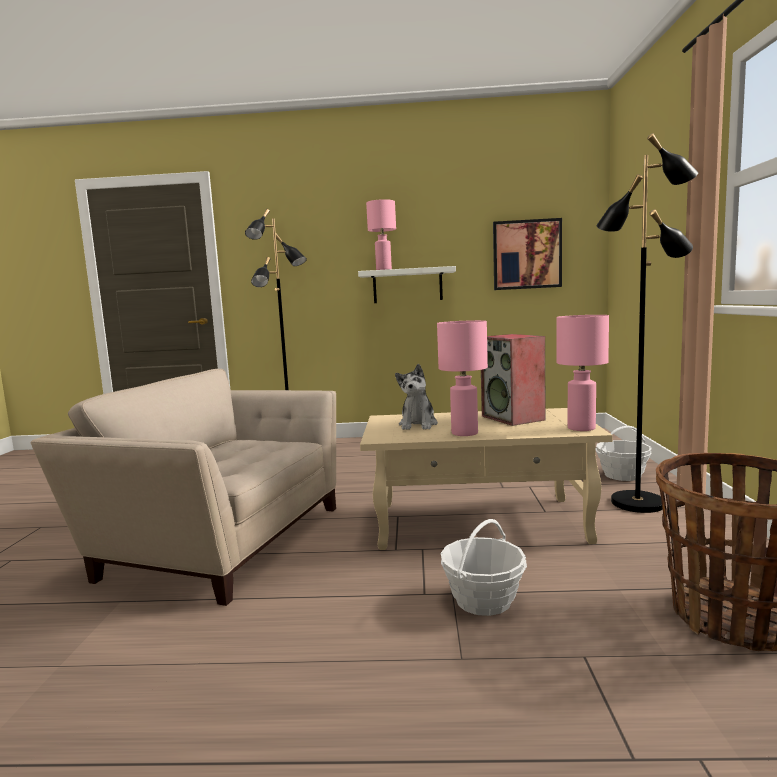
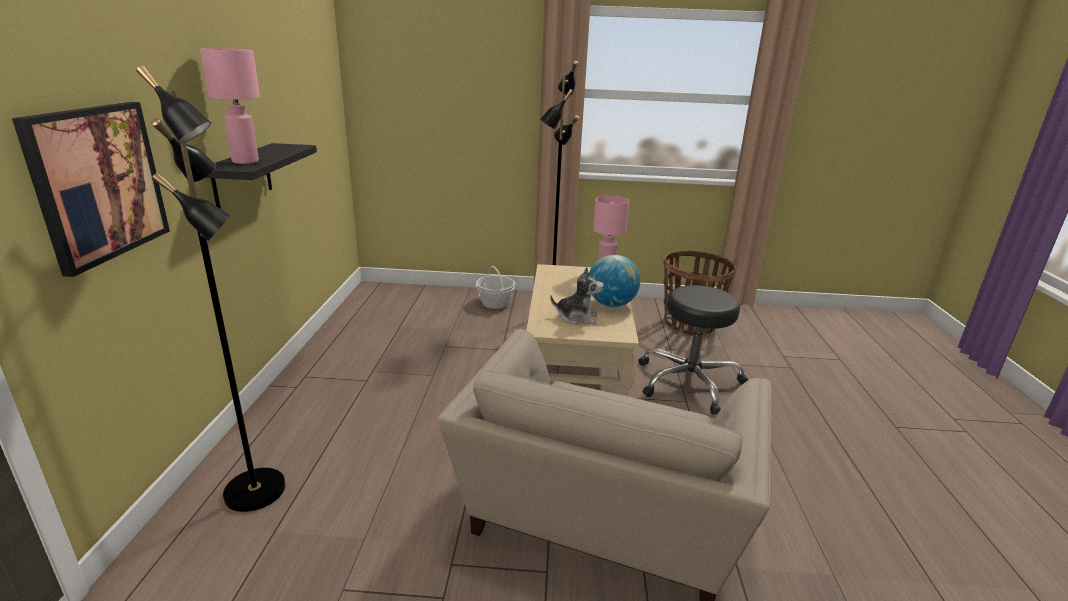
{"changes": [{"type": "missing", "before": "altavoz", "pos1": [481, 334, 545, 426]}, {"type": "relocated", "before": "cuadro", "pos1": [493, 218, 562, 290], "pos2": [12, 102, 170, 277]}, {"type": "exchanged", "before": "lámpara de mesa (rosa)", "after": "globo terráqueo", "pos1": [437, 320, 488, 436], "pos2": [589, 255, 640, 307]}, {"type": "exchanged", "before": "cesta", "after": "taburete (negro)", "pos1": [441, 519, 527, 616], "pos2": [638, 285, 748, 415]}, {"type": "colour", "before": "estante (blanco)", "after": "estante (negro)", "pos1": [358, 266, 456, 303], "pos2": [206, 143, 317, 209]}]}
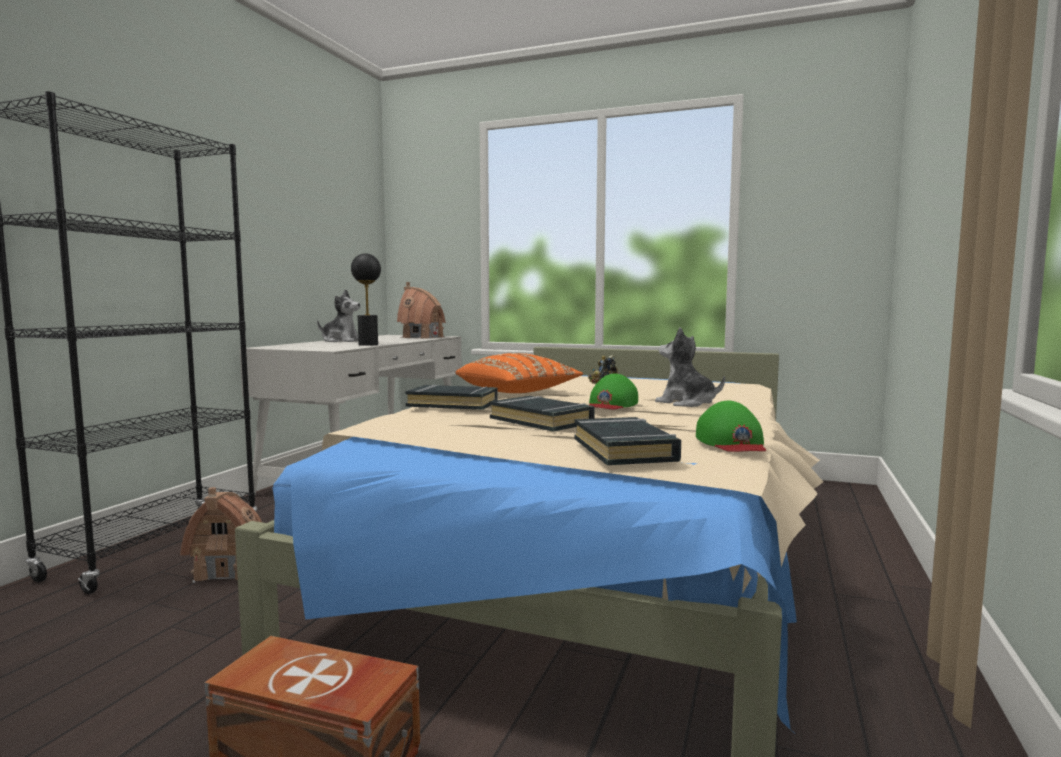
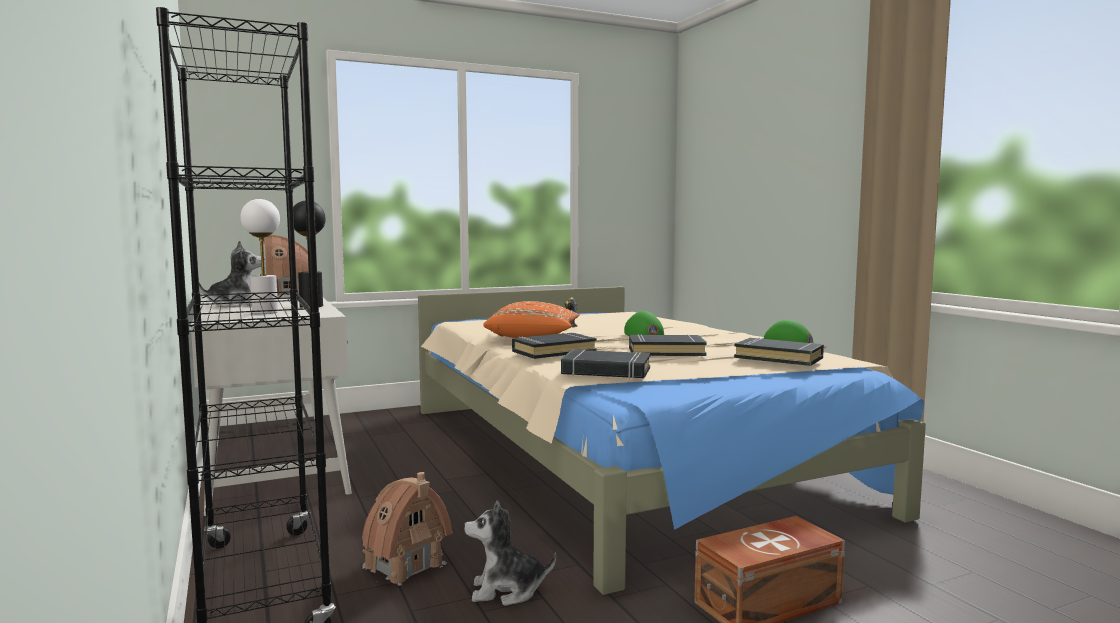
{"changes": [{"type": "appeared", "after": "lámpara de mesa (blanco)", "pos2": [240, 199, 280, 314]}, {"type": "appeared", "after": "libro (negro)", "pos2": [561, 350, 651, 379]}, {"type": "relocated", "before": "peluche", "pos1": [655, 327, 725, 407], "pos2": [464, 500, 556, 606]}]}
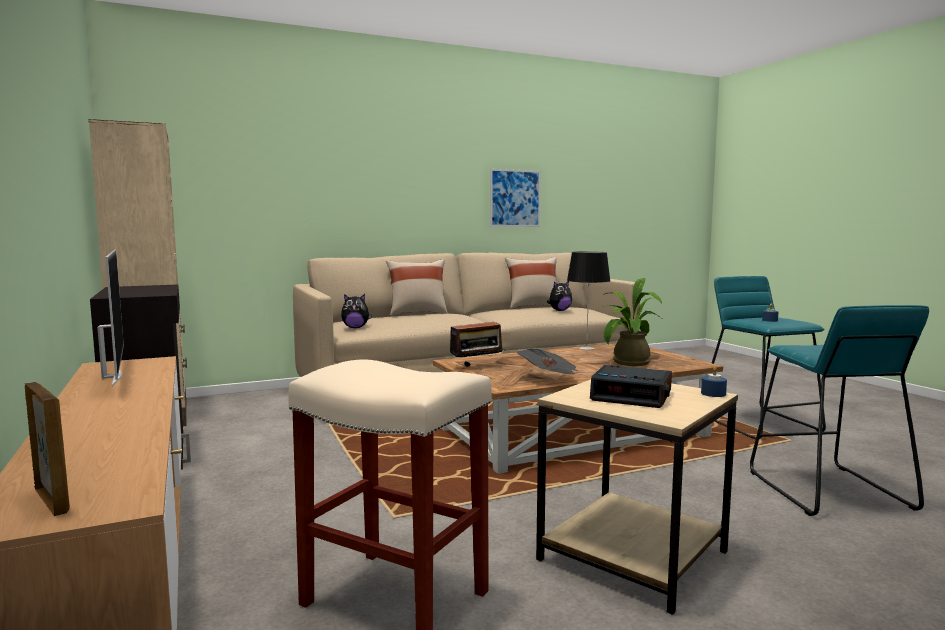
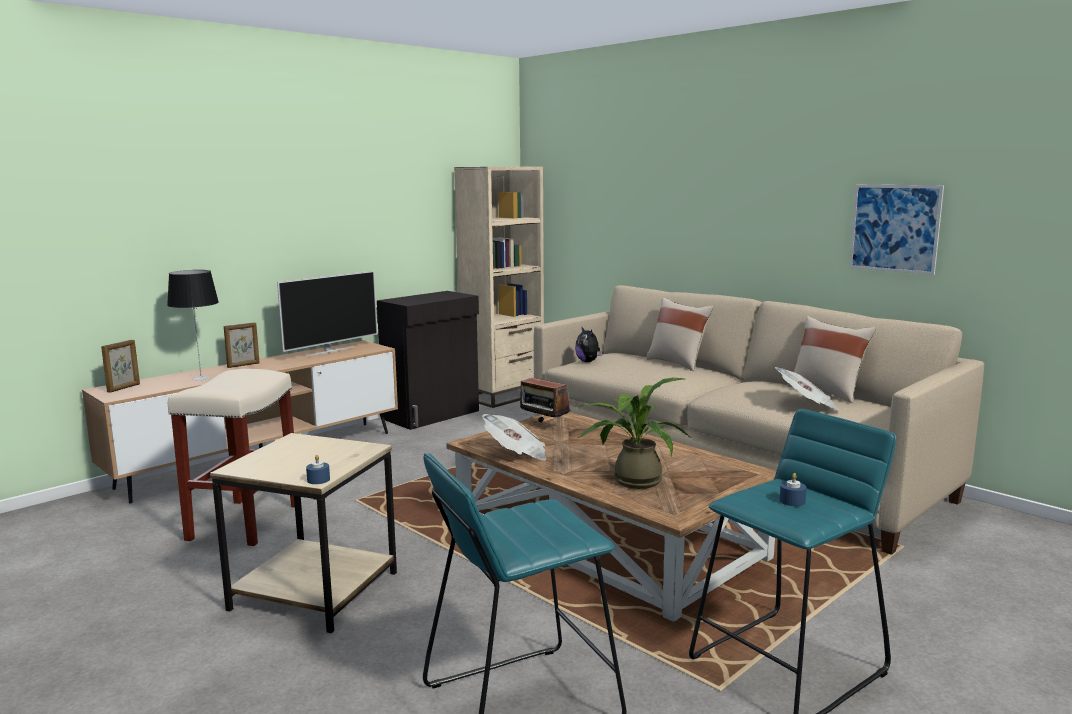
{"changes": [{"type": "missing", "before": "despertador", "pos1": [590, 365, 672, 408]}, {"type": "appeared", "after": "portarretratos", "pos2": [224, 322, 260, 368]}, {"type": "relocated", "before": "lámpara de mesa", "pos1": [567, 251, 610, 350], "pos2": [167, 270, 219, 380]}, {"type": "exchanged", "before": "peluche", "after": "periódico", "pos1": [547, 281, 572, 311], "pos2": [775, 367, 840, 411]}]}
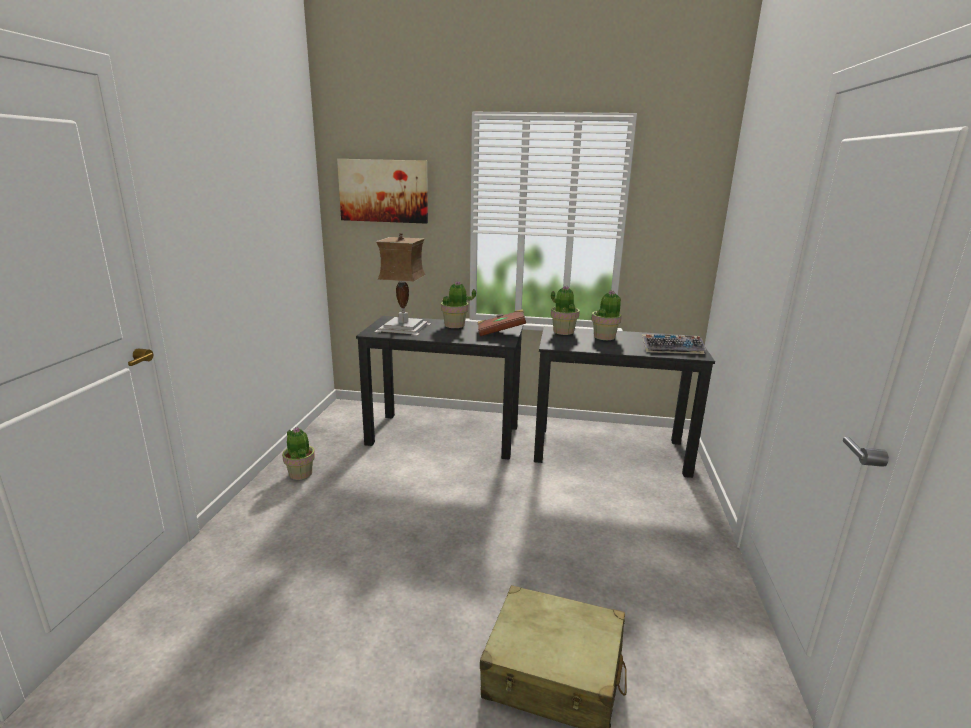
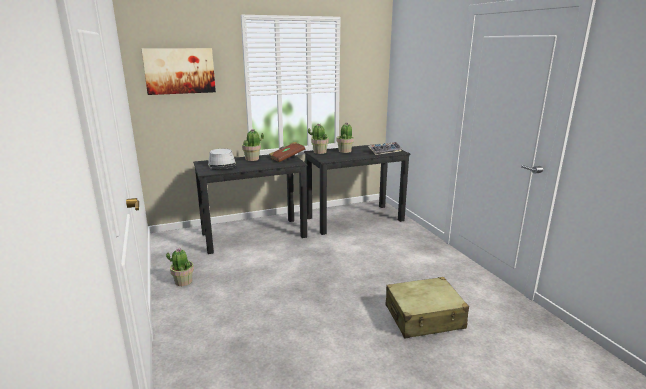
{"changes": [{"type": "exchanged", "before": "lámpara de mesa", "after": "sombrero (gris)", "pos1": [374, 233, 431, 336], "pos2": [208, 149, 236, 169]}]}
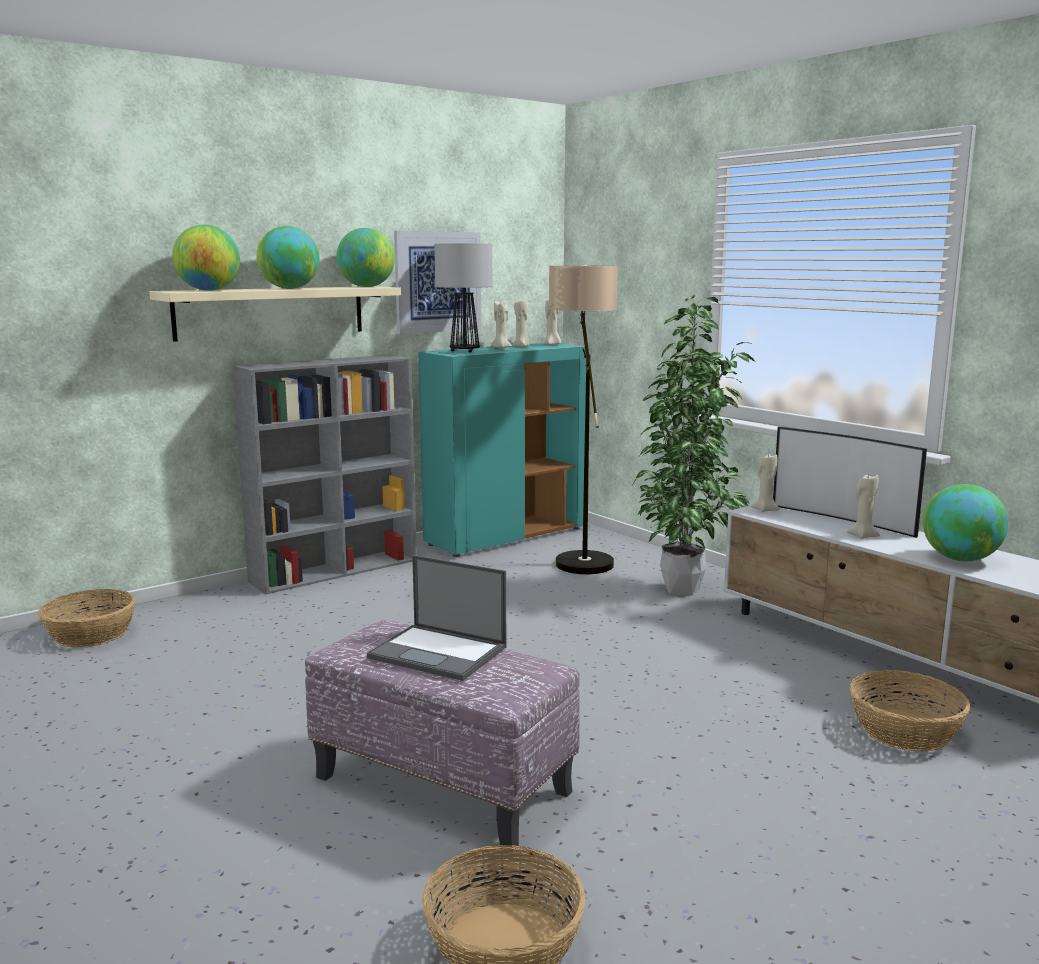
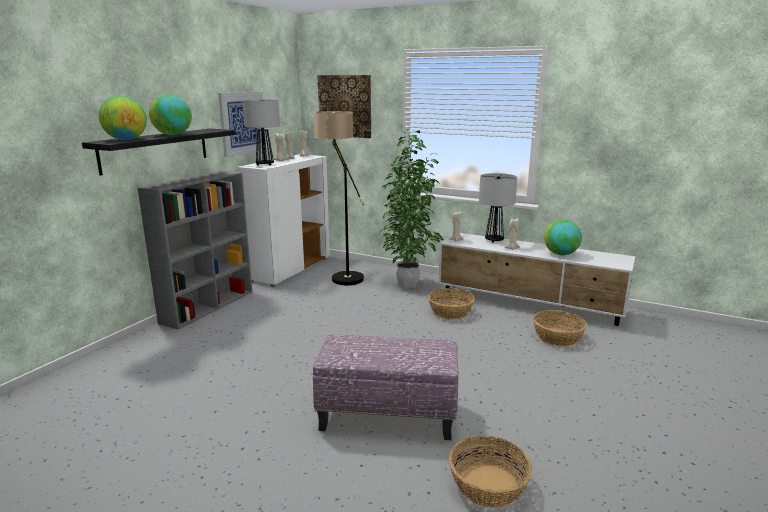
{"changes": [{"type": "missing", "before": "globo terráqueo", "pos1": [336, 228, 395, 287]}, {"type": "missing", "before": "portátil", "pos1": [367, 555, 506, 681]}, {"type": "appeared", "after": "cuadro", "pos2": [317, 75, 371, 138]}, {"type": "relocated", "before": "cesta", "pos1": [38, 589, 136, 648], "pos2": [428, 288, 475, 320]}, {"type": "exchanged", "before": "televisor", "after": "lámpara de mesa", "pos1": [773, 427, 927, 538], "pos2": [479, 173, 517, 243]}, {"type": "colour", "before": "estante (beis)", "after": "estante (negro)", "pos1": [149, 286, 401, 342], "pos2": [82, 129, 236, 176]}, {"type": "colour", "before": "armario (turquesa)", "after": "armario (blanco)", "pos1": [418, 343, 589, 557], "pos2": [237, 154, 330, 286]}]}
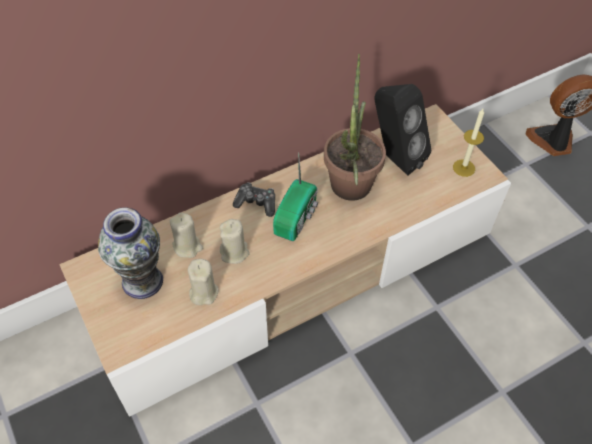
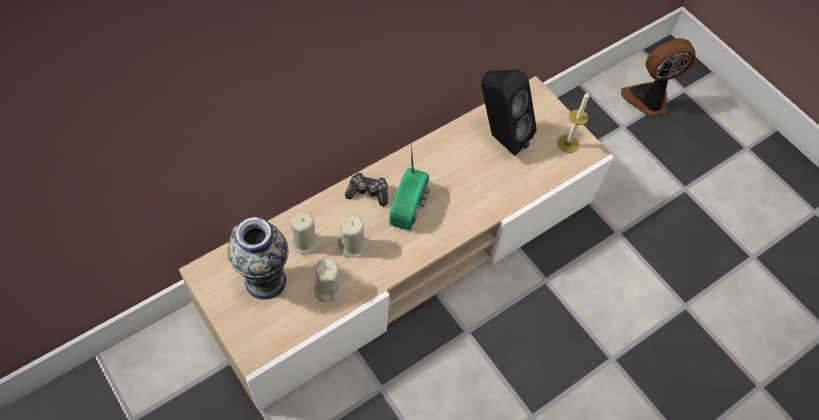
{"changes": [{"type": "missing", "before": "planta en maceta", "pos1": [324, 54, 386, 201]}]}
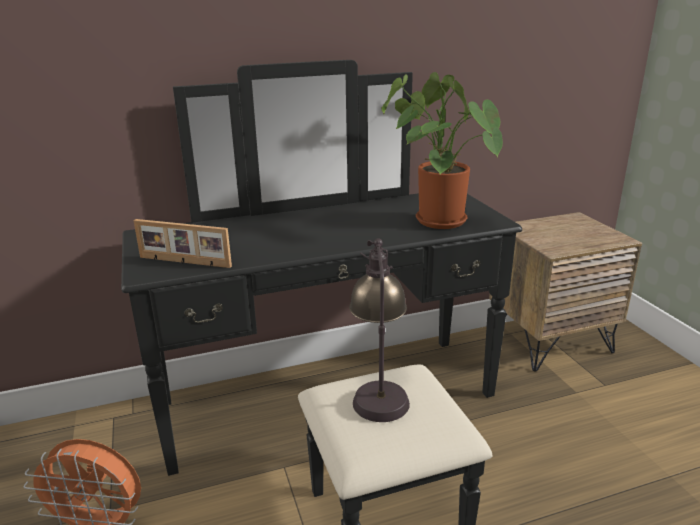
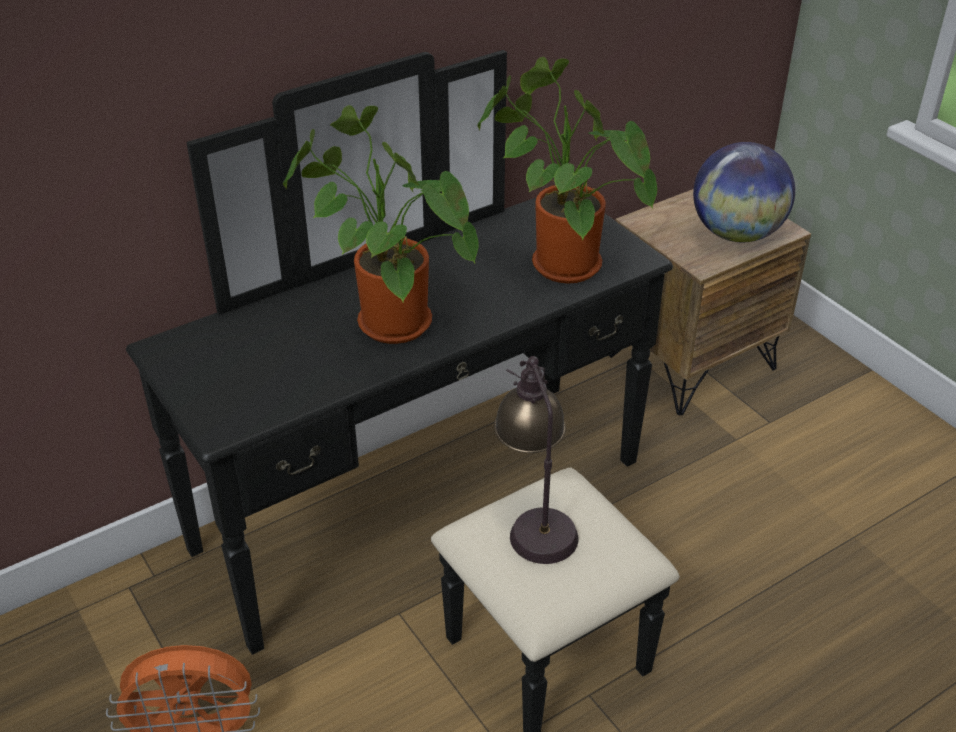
{"changes": [{"type": "missing", "before": "portarretratos", "pos1": [133, 219, 232, 268]}, {"type": "appeared", "after": "planta en maceta", "pos2": [283, 105, 479, 344]}, {"type": "appeared", "after": "globo terráqueo", "pos2": [693, 142, 795, 242]}]}
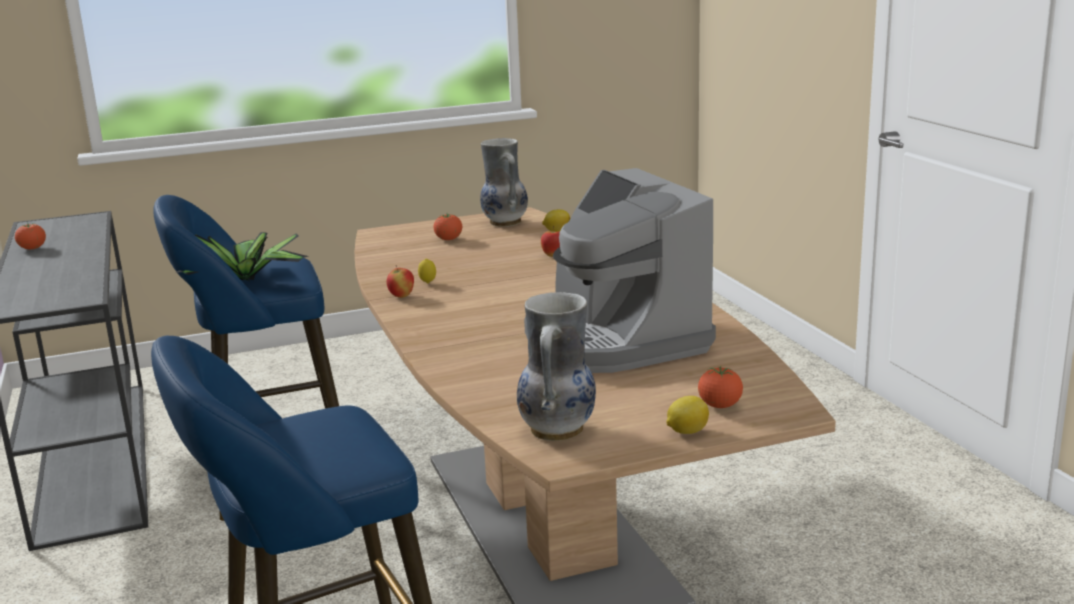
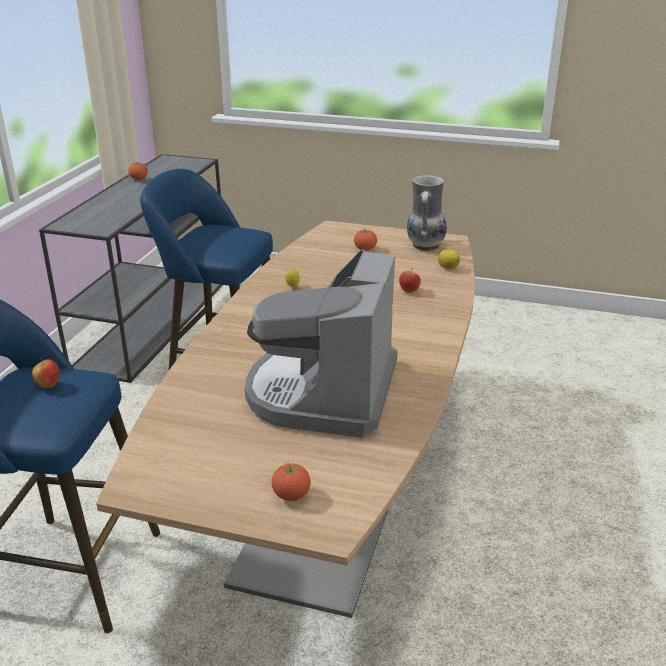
{"changes": [{"type": "missing", "before": "planta en maceta", "pos1": [175, 232, 309, 282]}, {"type": "missing", "before": "florero", "pos1": [517, 292, 596, 441]}, {"type": "missing", "before": "limón", "pos1": [666, 396, 709, 434]}, {"type": "relocated", "before": "manzana", "pos1": [387, 265, 414, 298], "pos2": [32, 358, 60, 388]}]}
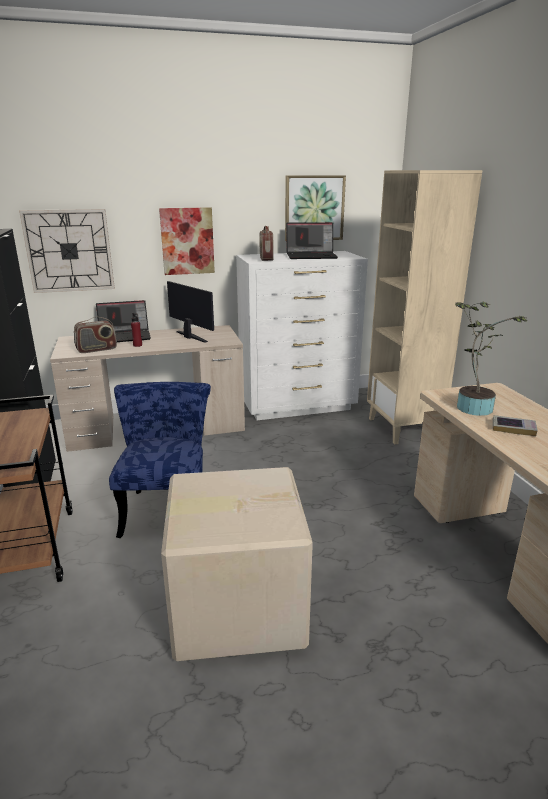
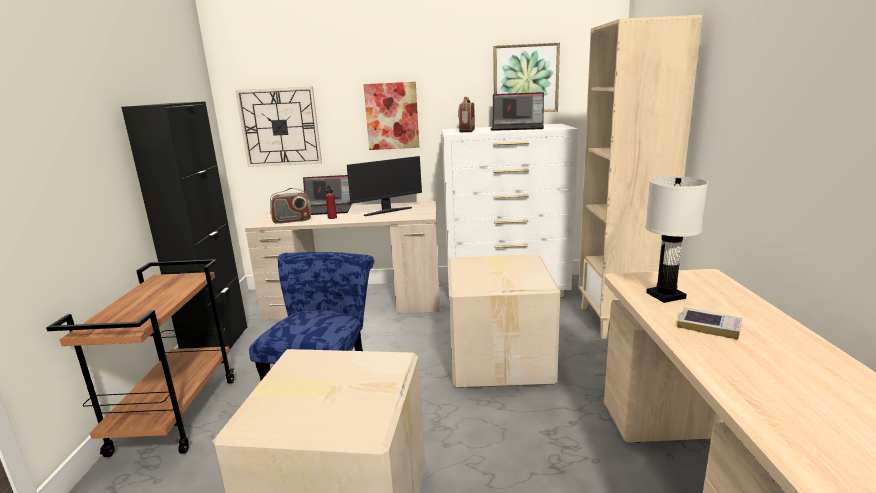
{"changes": [{"type": "appeared", "after": "caja de cartón", "pos2": [448, 254, 560, 388]}, {"type": "exchanged", "before": "planta en maceta", "after": "lámpara de mesa (blanco)", "pos1": [455, 301, 527, 416], "pos2": [645, 176, 708, 303]}, {"type": "spun", "before": "monitor", "pos1": [167, 281, 214, 343], "pos2": [347, 156, 422, 216], "turn": 90}]}
